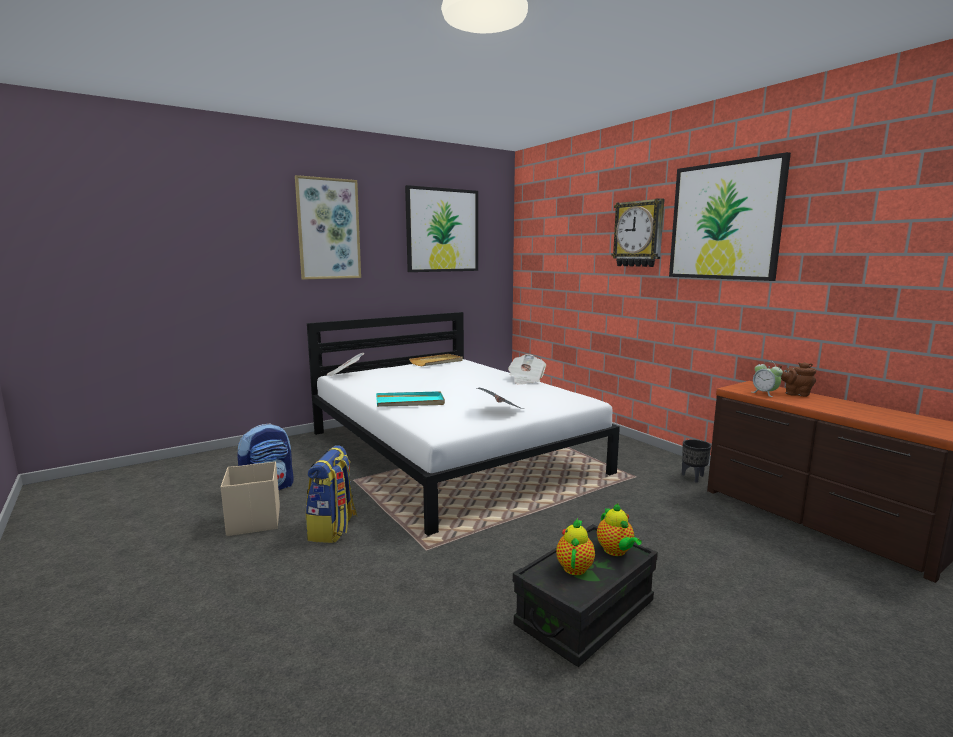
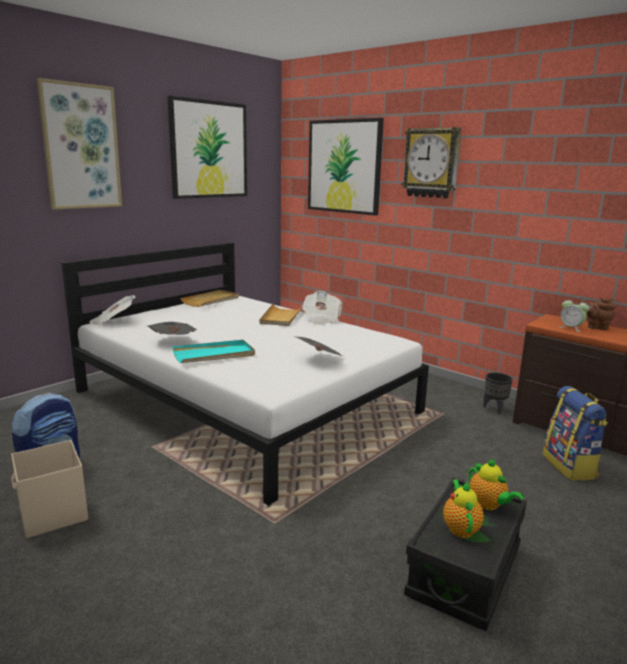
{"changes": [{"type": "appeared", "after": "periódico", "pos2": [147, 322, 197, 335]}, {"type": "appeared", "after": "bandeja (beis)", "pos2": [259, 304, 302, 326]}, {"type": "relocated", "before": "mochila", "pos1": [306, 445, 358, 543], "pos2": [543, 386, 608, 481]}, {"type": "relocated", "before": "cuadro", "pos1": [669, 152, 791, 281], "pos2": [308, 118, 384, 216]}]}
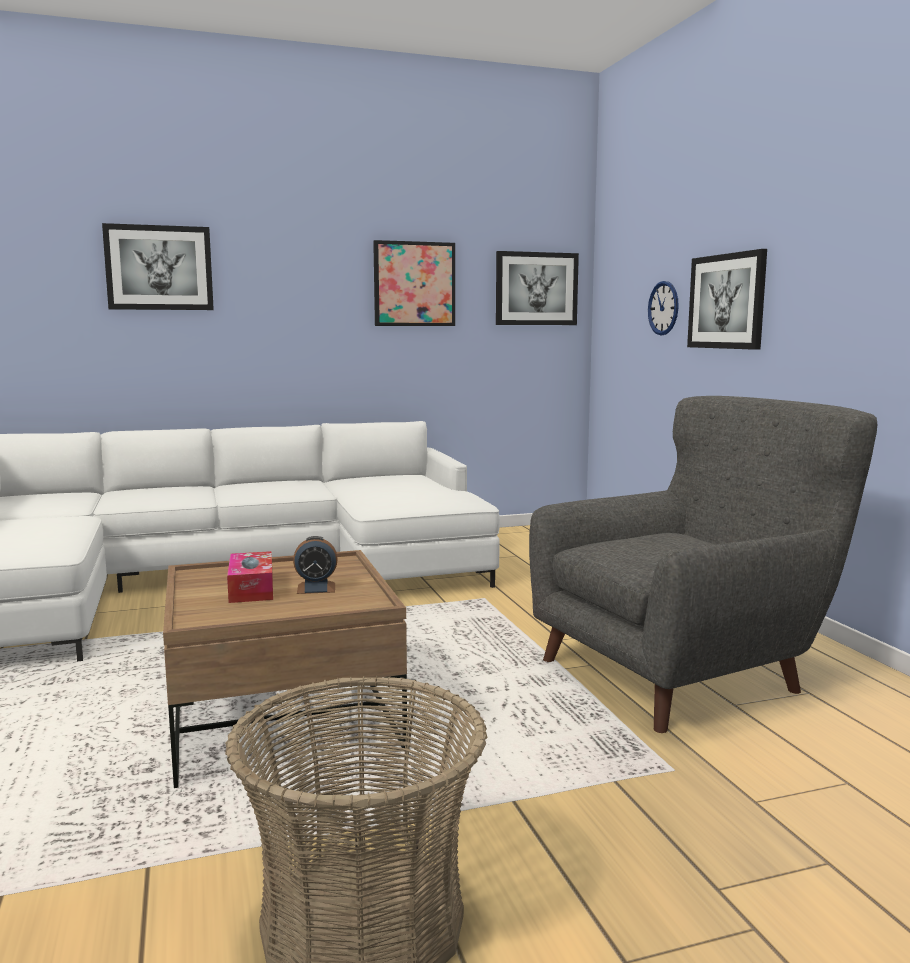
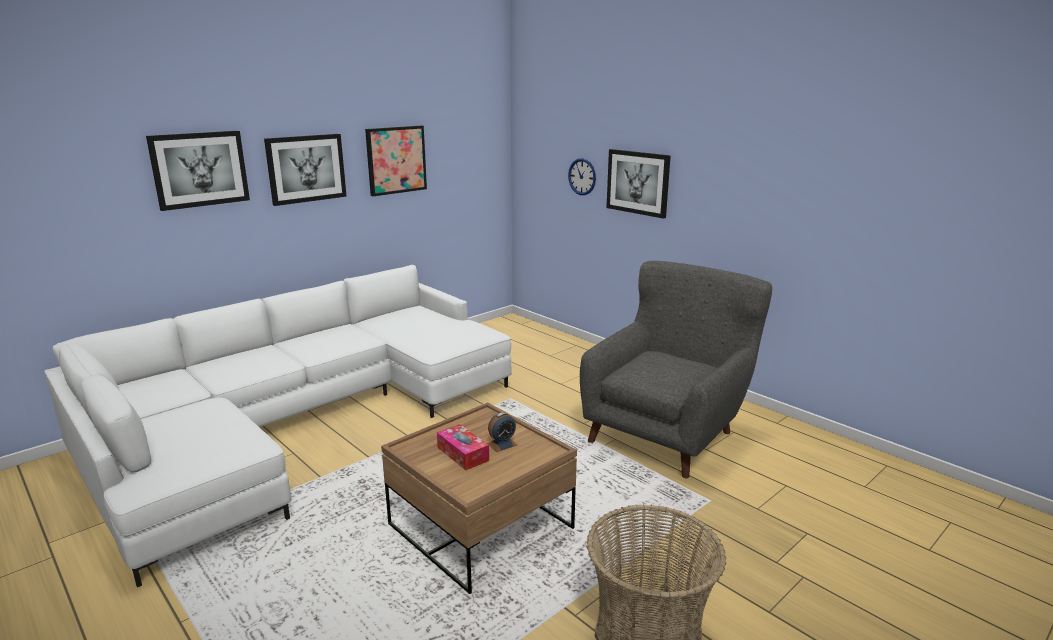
{"changes": [{"type": "relocated", "before": "cuadro", "pos1": [496, 251, 579, 325], "pos2": [264, 134, 347, 206]}]}
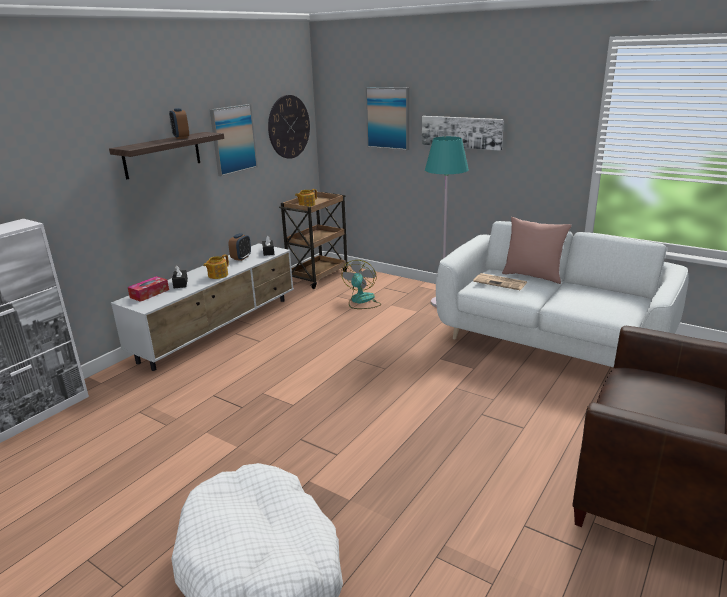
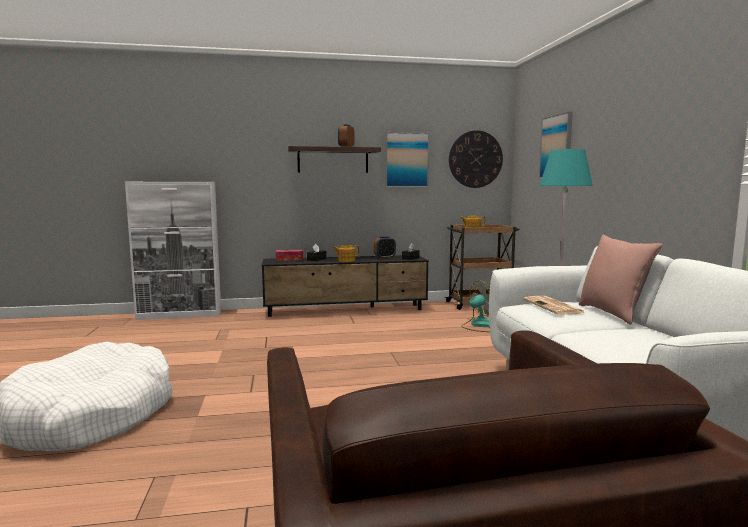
{"changes": [{"type": "missing", "before": "cuadro", "pos1": [422, 116, 504, 151]}, {"type": "colour", "before": "mueble de televisión (blanco)", "after": "mueble de televisión (negro)", "pos1": [111, 243, 294, 371], "pos2": [262, 255, 429, 317]}]}
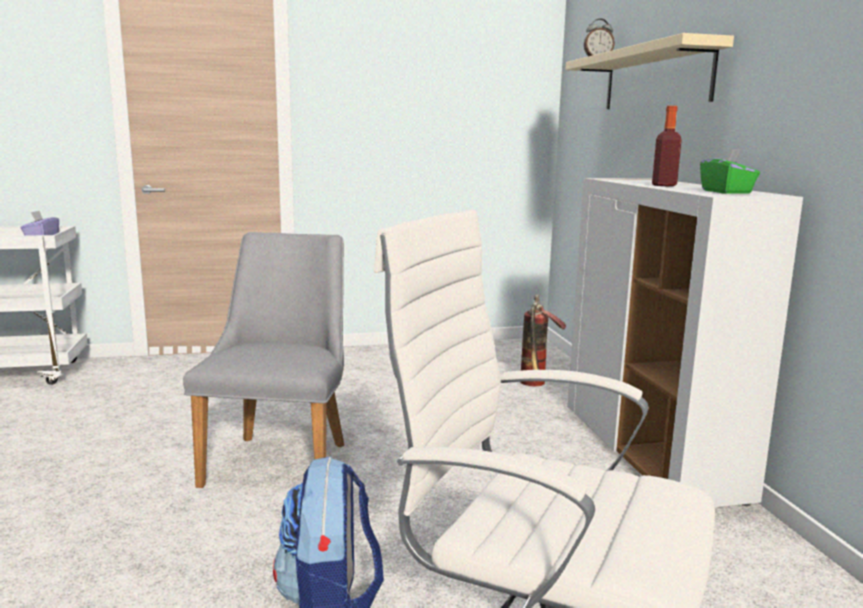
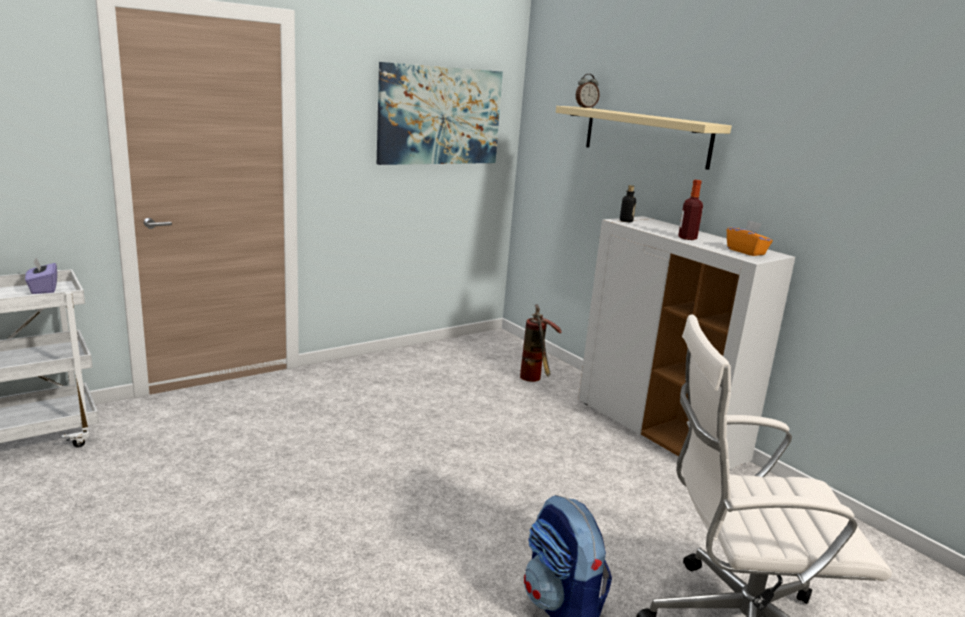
{"changes": [{"type": "missing", "before": "silla (gris)", "pos1": [183, 232, 344, 488]}, {"type": "appeared", "after": "cuadro", "pos2": [377, 62, 503, 165]}, {"type": "appeared", "after": "botella", "pos2": [620, 185, 636, 222]}, {"type": "colour", "before": "caja de pañuelos (verde)", "after": "caja de pañuelos (naranja)", "pos1": [700, 149, 760, 194], "pos2": [727, 220, 773, 256]}]}
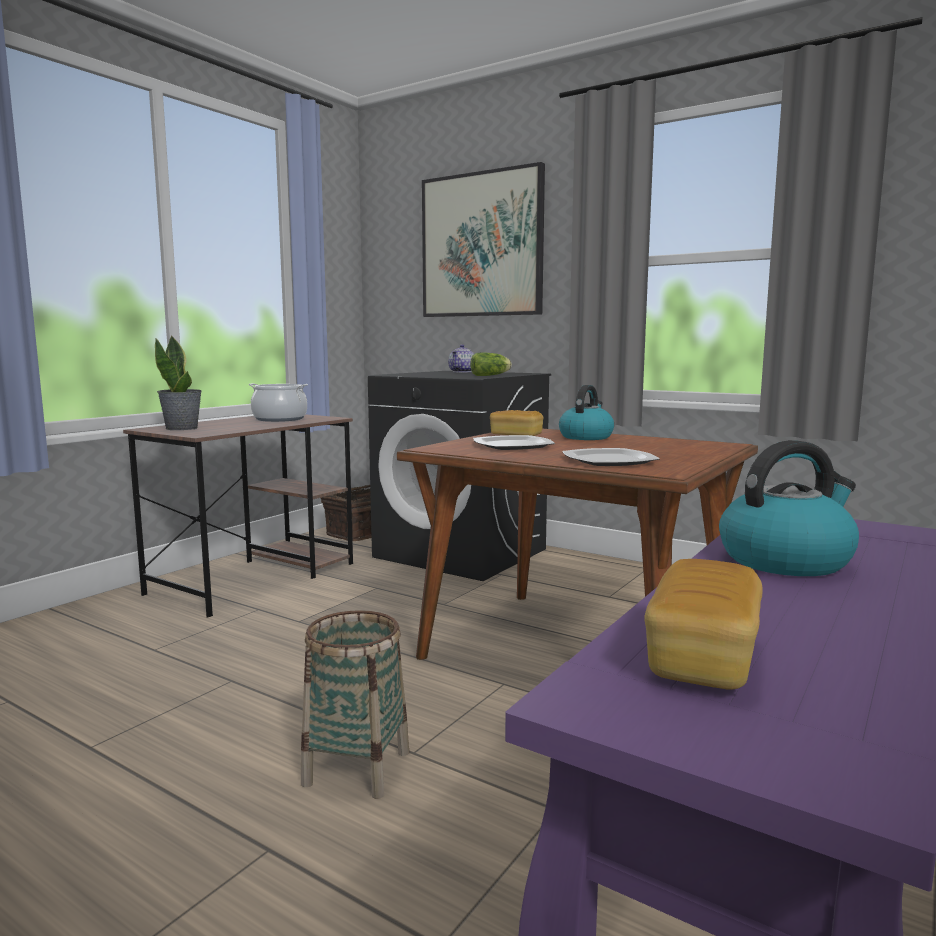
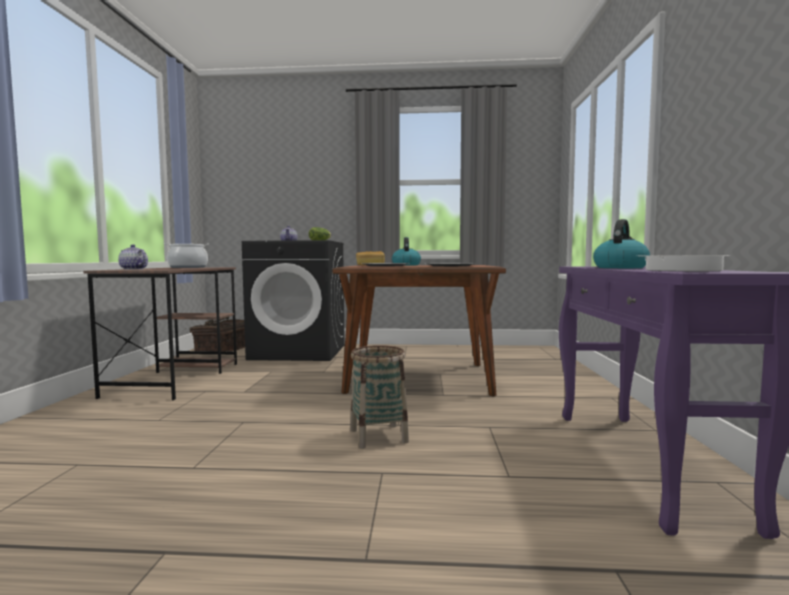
{"changes": [{"type": "missing", "before": "cuadro", "pos1": [422, 162, 545, 317]}, {"type": "exchanged", "before": "planta en maceta", "after": "tetera", "pos1": [155, 336, 202, 430], "pos2": [118, 244, 148, 270]}, {"type": "exchanged", "before": "pan", "after": "olla", "pos1": [645, 559, 763, 690], "pos2": [642, 255, 730, 271]}]}
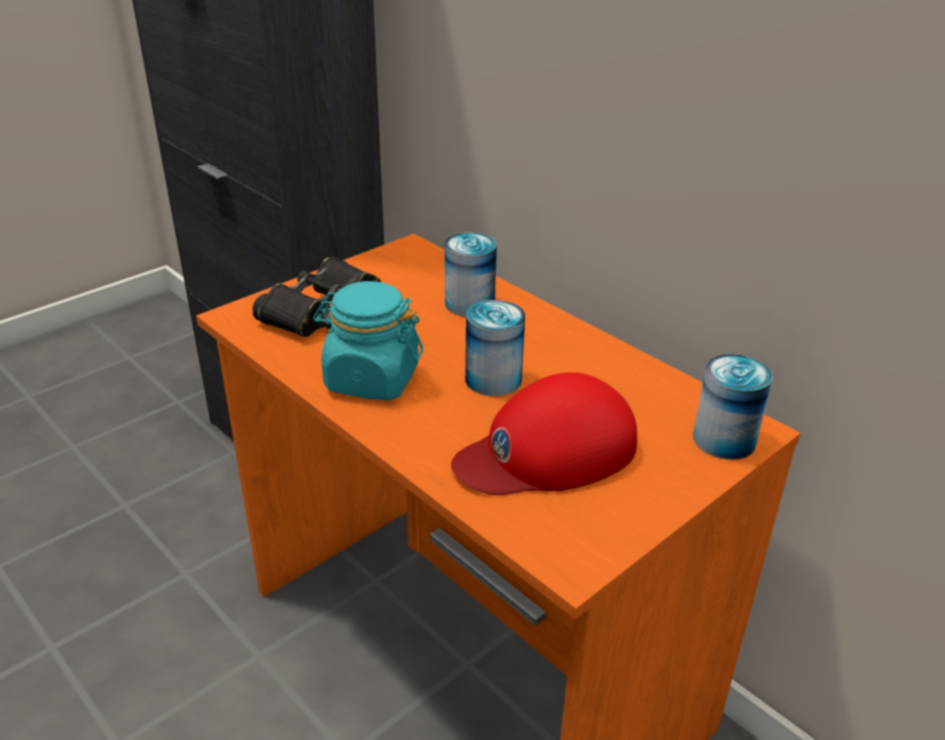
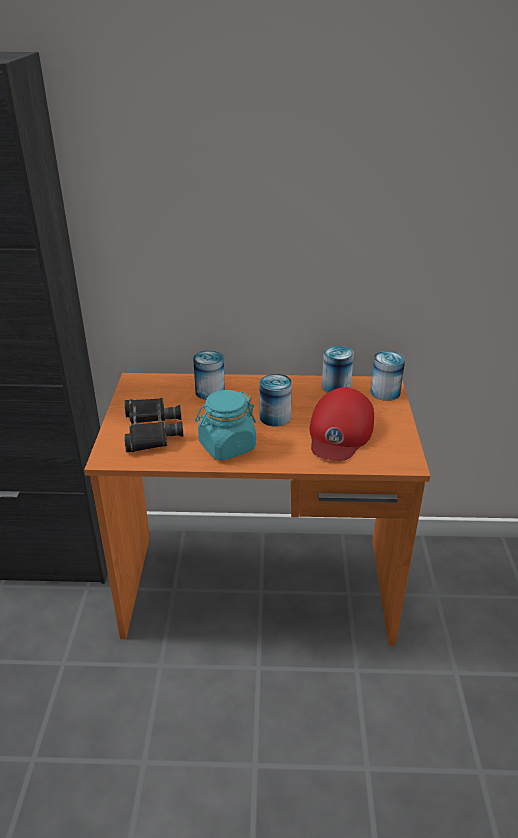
{"changes": [{"type": "appeared", "after": "lata", "pos2": [322, 346, 354, 393]}]}
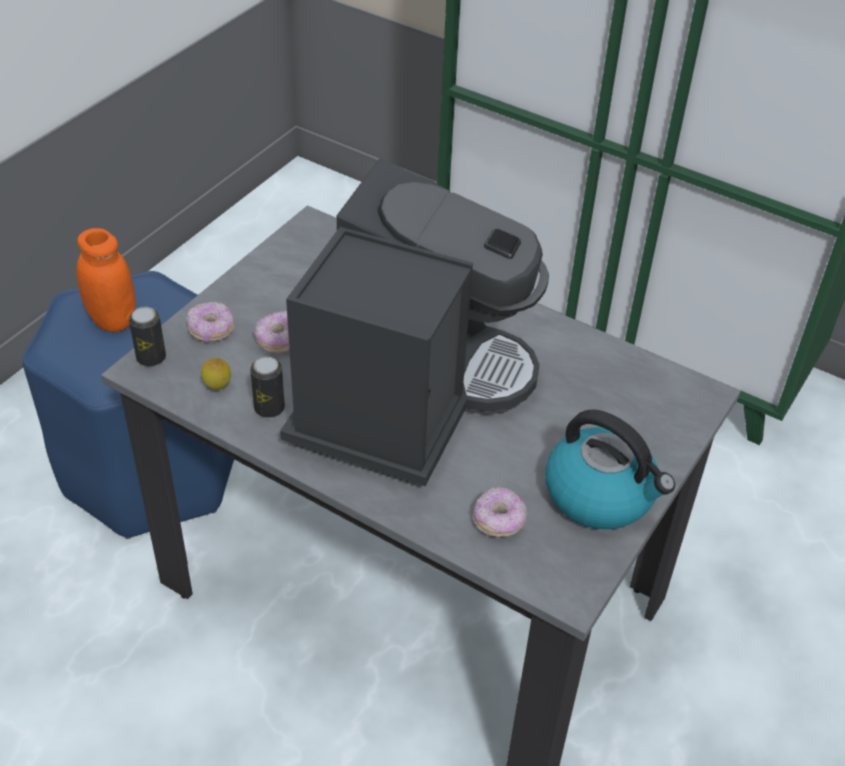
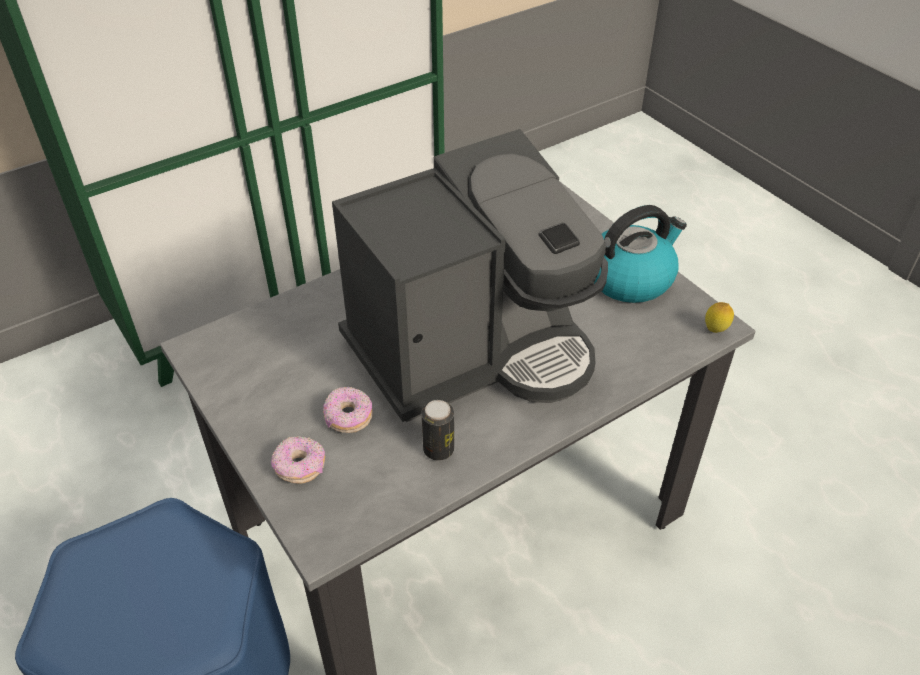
{"changes": [{"type": "missing", "before": "tarro (naranja)", "pos1": [76, 228, 136, 332]}, {"type": "missing", "before": "lata", "pos1": [129, 307, 166, 367]}, {"type": "missing", "before": "rosquilla", "pos1": [473, 487, 527, 537]}, {"type": "relocated", "before": "limón", "pos1": [201, 358, 231, 390], "pos2": [705, 302, 734, 333]}, {"type": "spun", "before": "cafetera", "pos1": [280, 158, 549, 487], "pos2": [332, 129, 608, 422], "turn": 105}]}
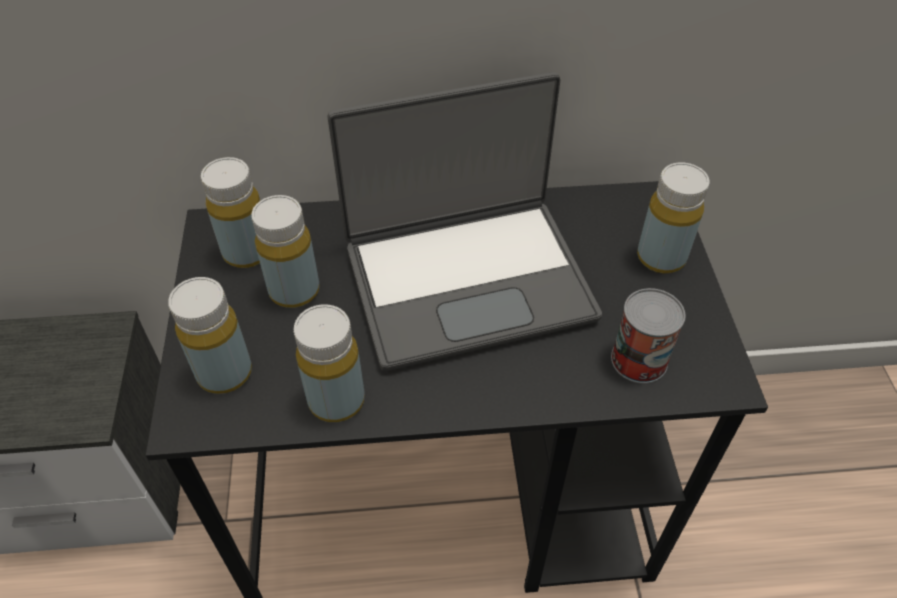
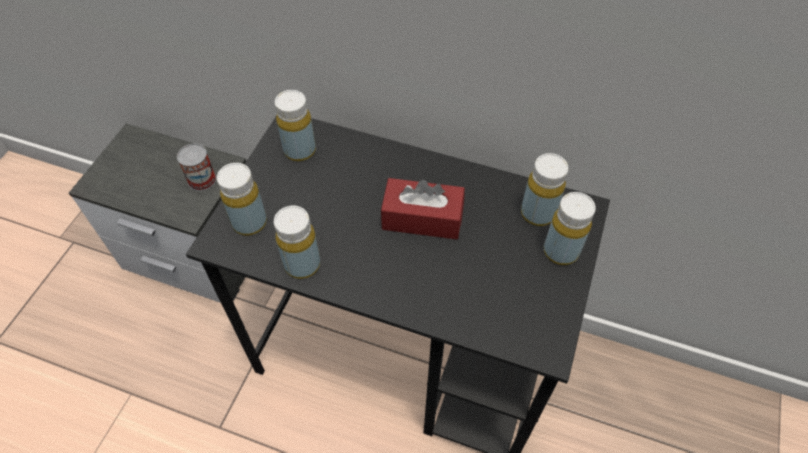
{"changes": [{"type": "relocated", "before": "botella (amarillo)", "pos1": [251, 195, 320, 308], "pos2": [521, 153, 568, 226]}, {"type": "relocated", "before": "lata", "pos1": [611, 288, 685, 383], "pos2": [177, 144, 216, 191]}, {"type": "exchanged", "before": "portátil", "after": "caja de pañuelos (rojo)", "pos1": [327, 72, 602, 371], "pos2": [381, 178, 465, 239]}]}
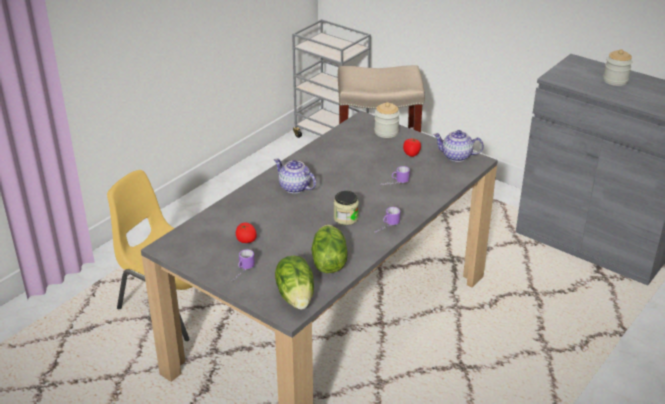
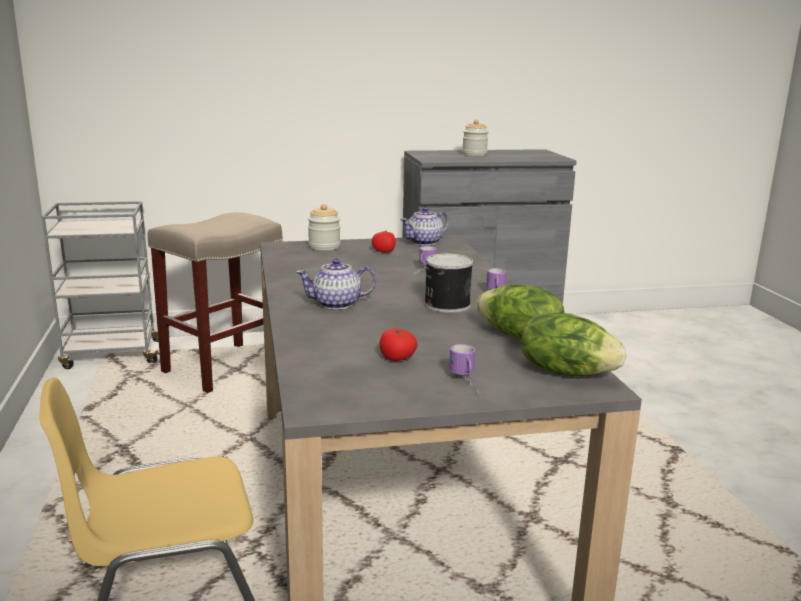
{"changes": [{"type": "exchanged", "before": "tarro", "after": "lata", "pos1": [334, 191, 359, 225], "pos2": [424, 254, 473, 313]}]}
